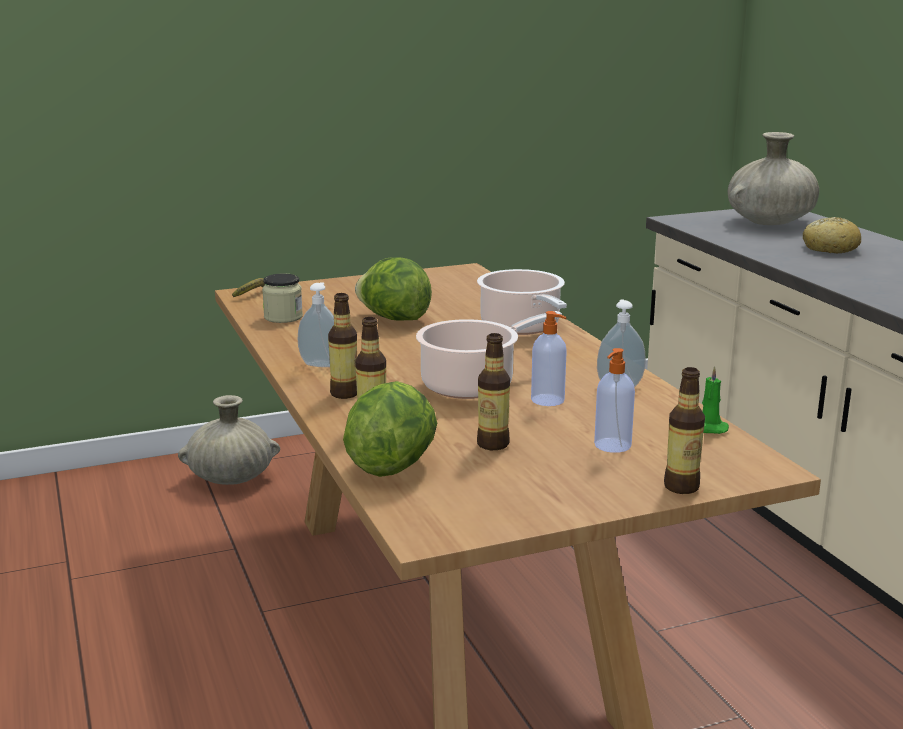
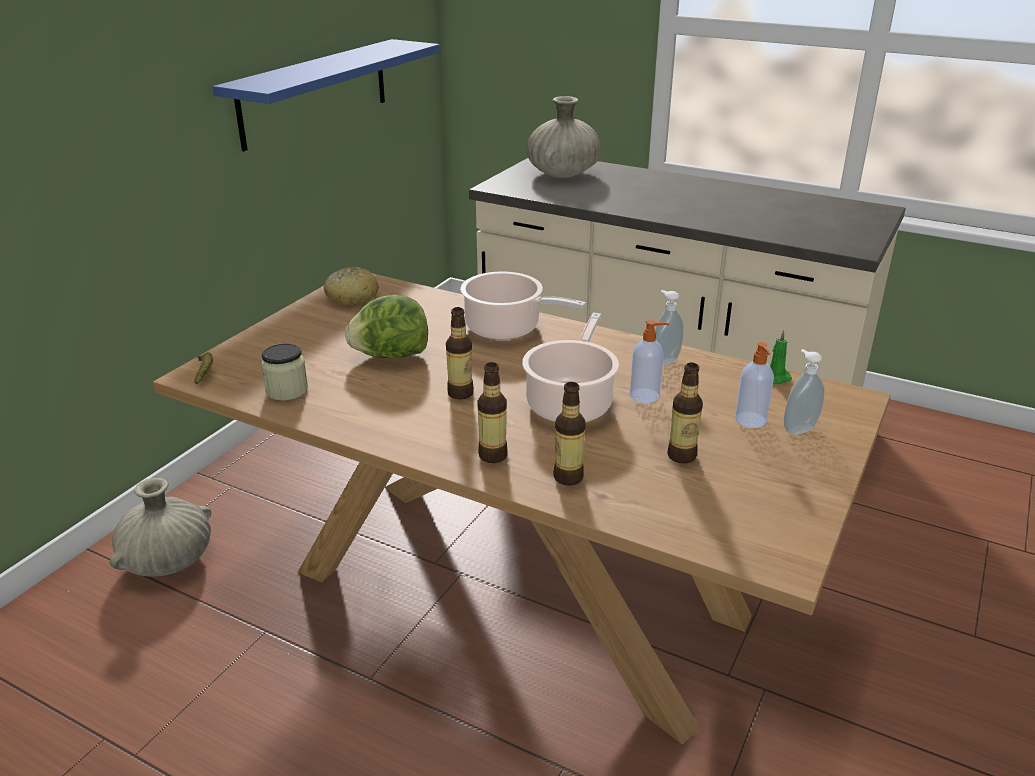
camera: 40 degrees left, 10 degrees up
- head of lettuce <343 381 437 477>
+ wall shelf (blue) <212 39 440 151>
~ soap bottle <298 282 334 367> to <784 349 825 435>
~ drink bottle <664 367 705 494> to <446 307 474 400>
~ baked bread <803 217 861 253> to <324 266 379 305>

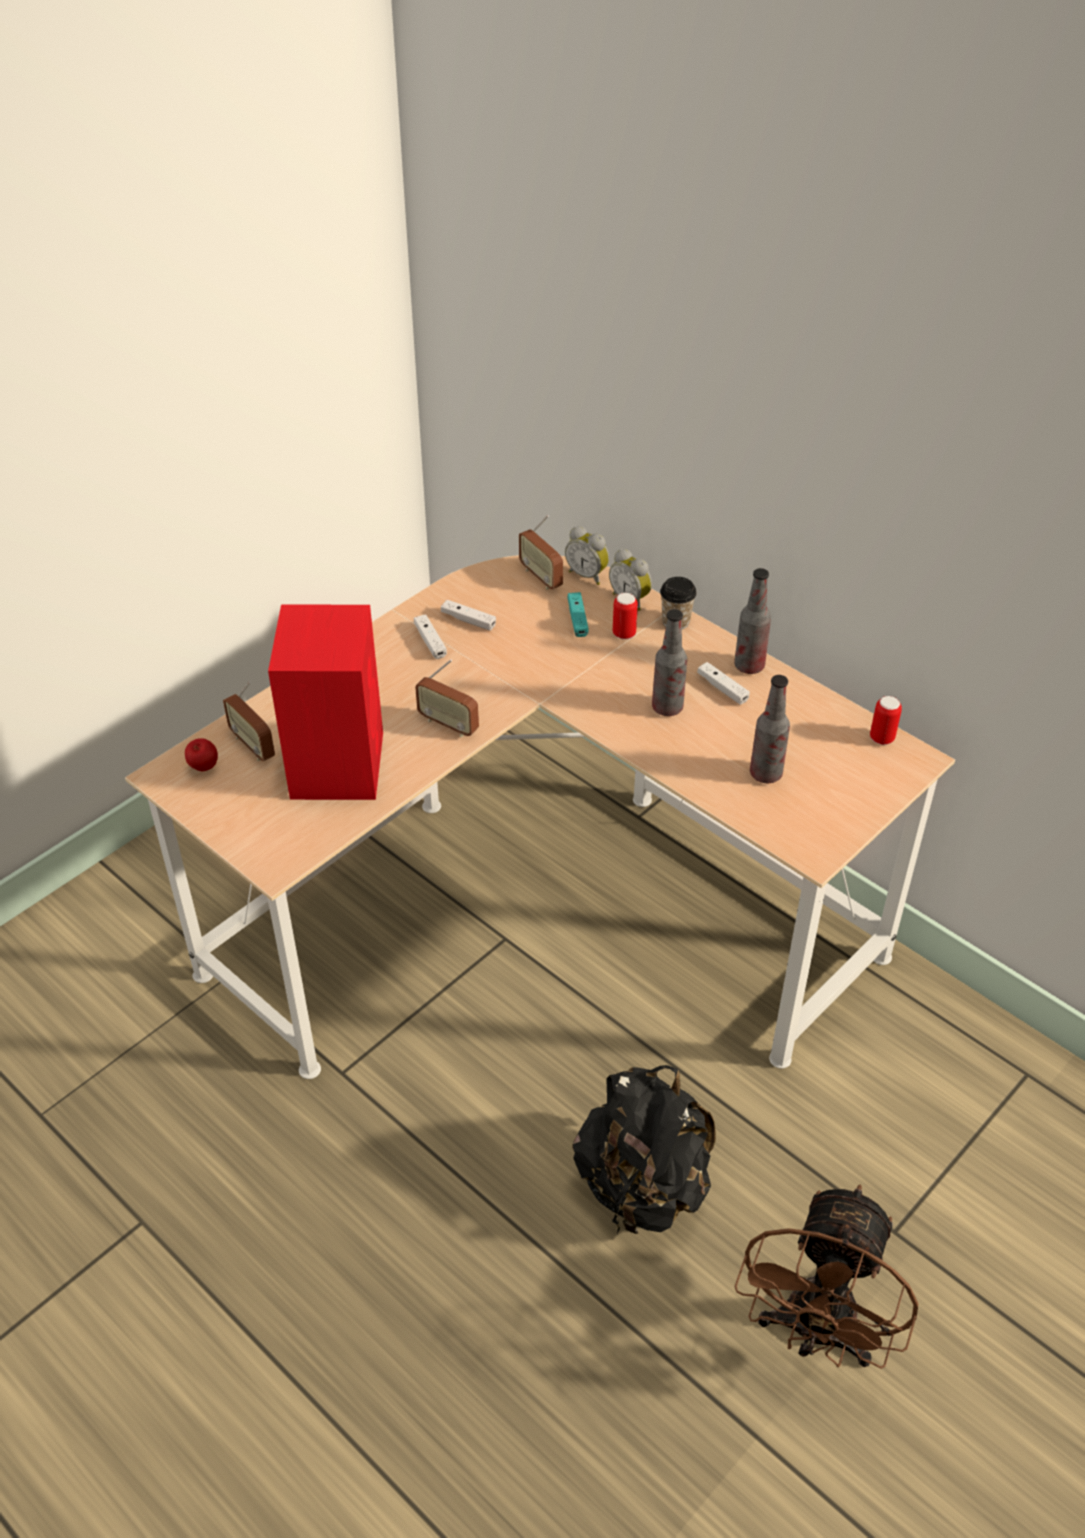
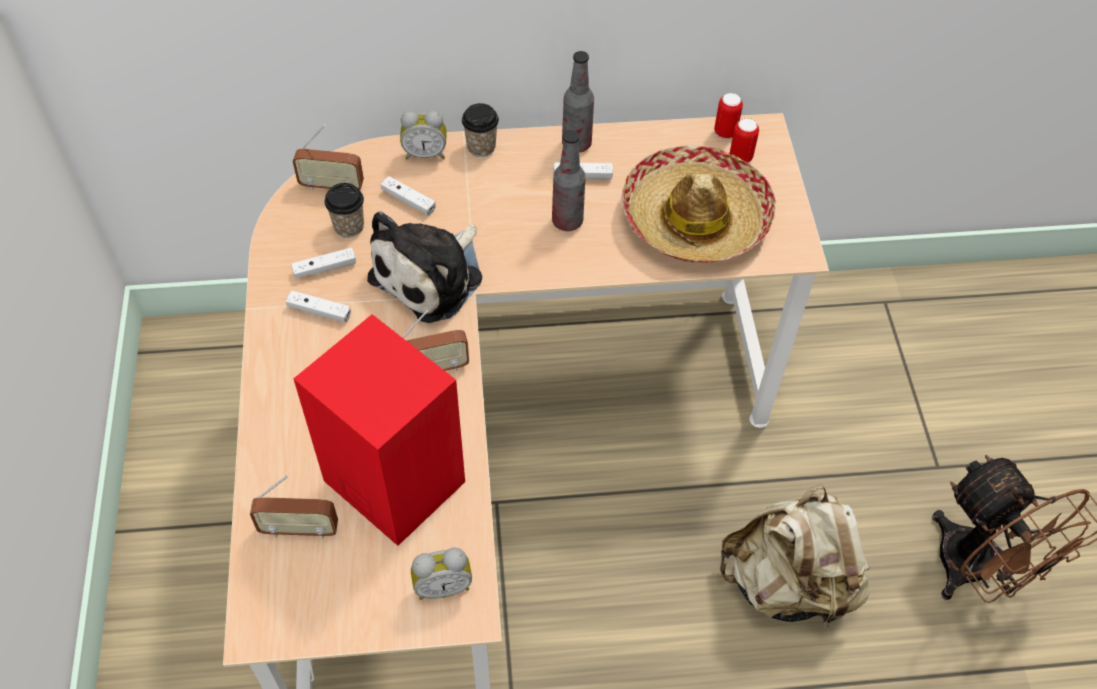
camera: 50 degrees left, 10 degrees up
- whole apple <185 738 218 771>
+ small cup <324 183 364 238>
+ cuddly toy <367 211 482 323>
~ alarm clock <565 526 609 585> to <411 547 472 600>
~ metal can <613 593 638 640> to <730 118 759 163>
~ drink bottle <750 675 790 783> to wearable hat <621 146 776 263>
~ gamepad (blue-green) <567 592 588 637> to gamepad (whitish) <380 176 436 216>
~ backpack (black) <572 1065 716 1234> to backpack (sand-coloured) <720 484 871 631>

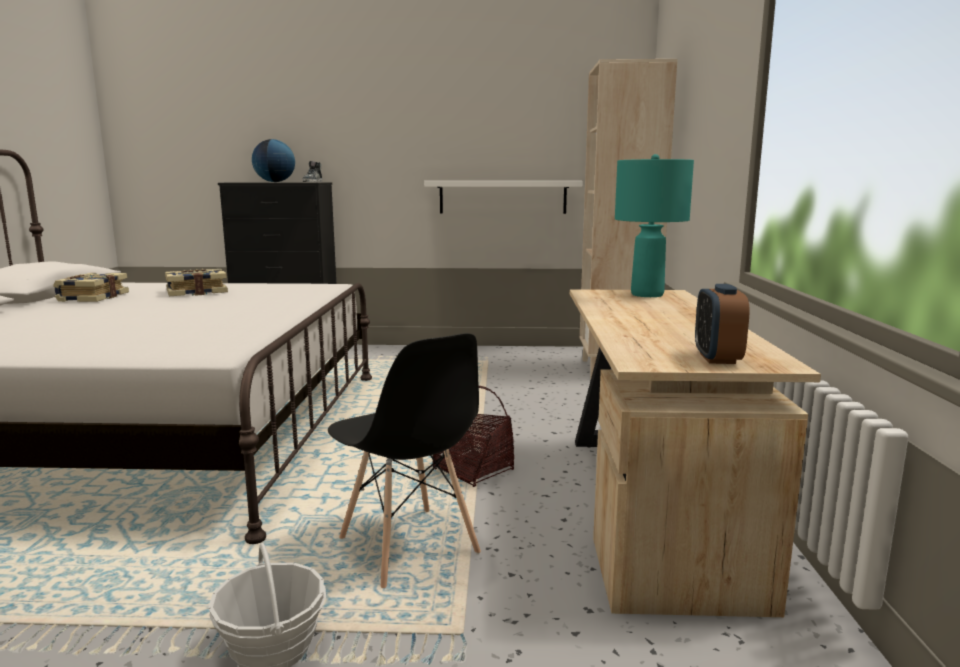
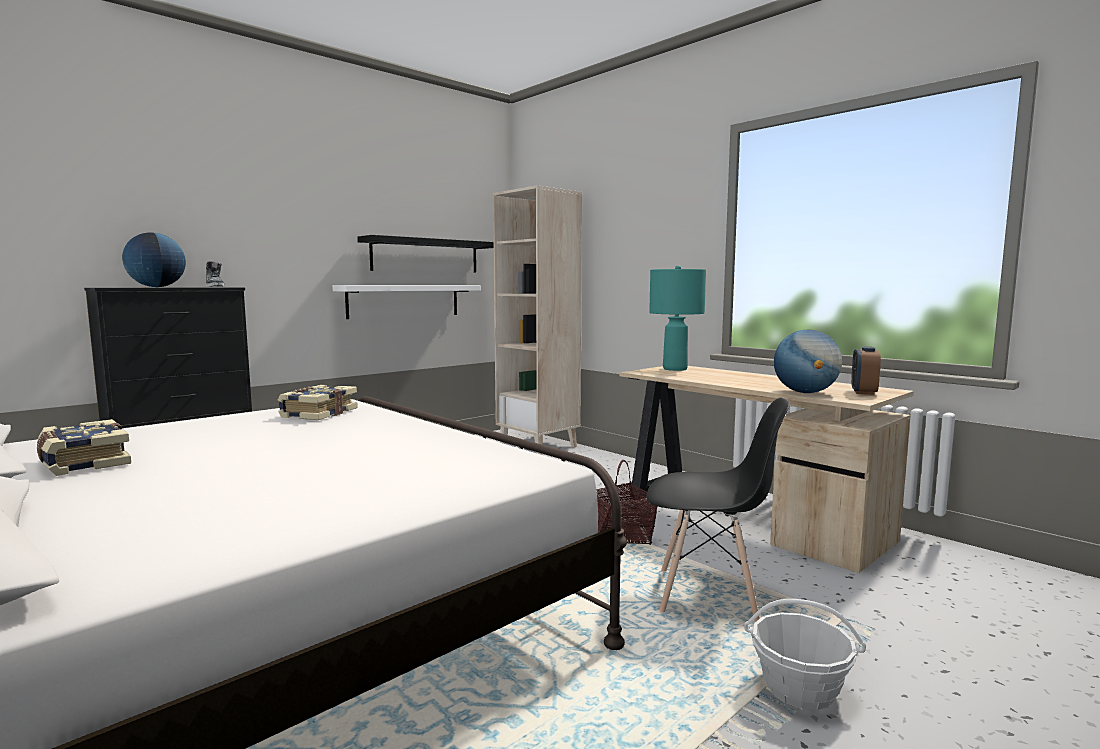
camera: 45 degrees left, 5 degrees down
+ wall shelf (black) <357 235 493 273>
+ world globe <774 330 842 393>
~ book <165 269 228 296> to <278 385 358 420>
~ alarm clock <695 284 749 364> = <851 346 881 395> 60 degrees clockwise

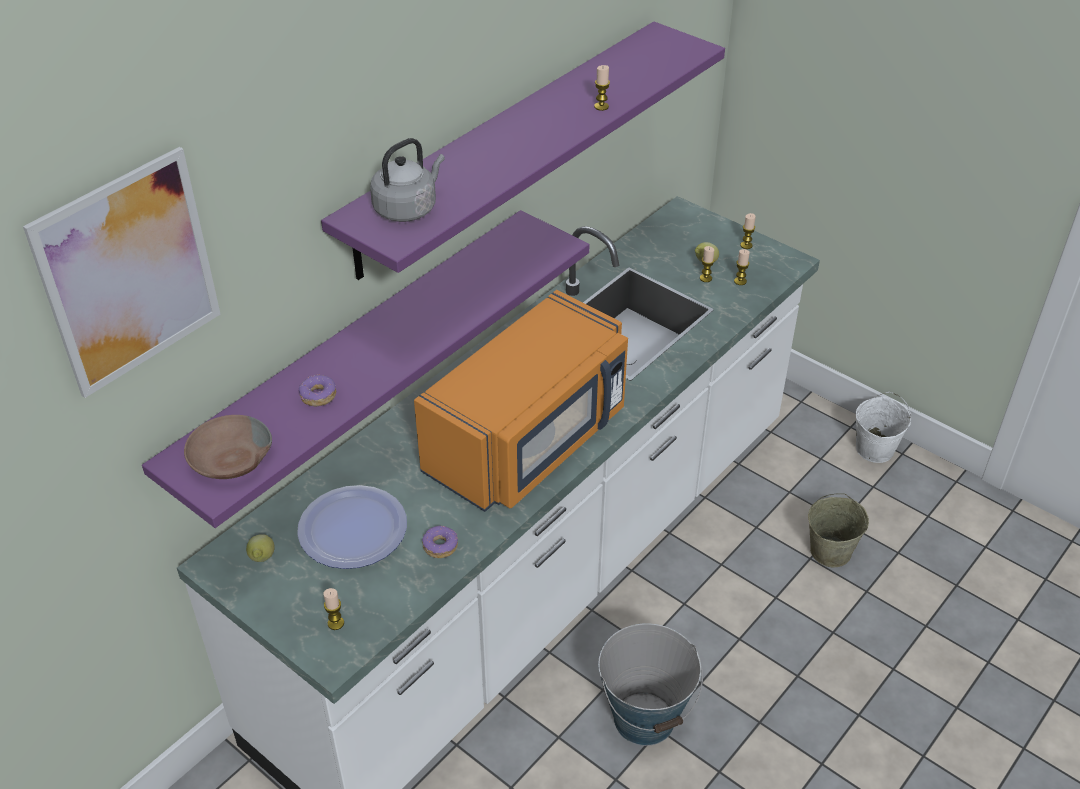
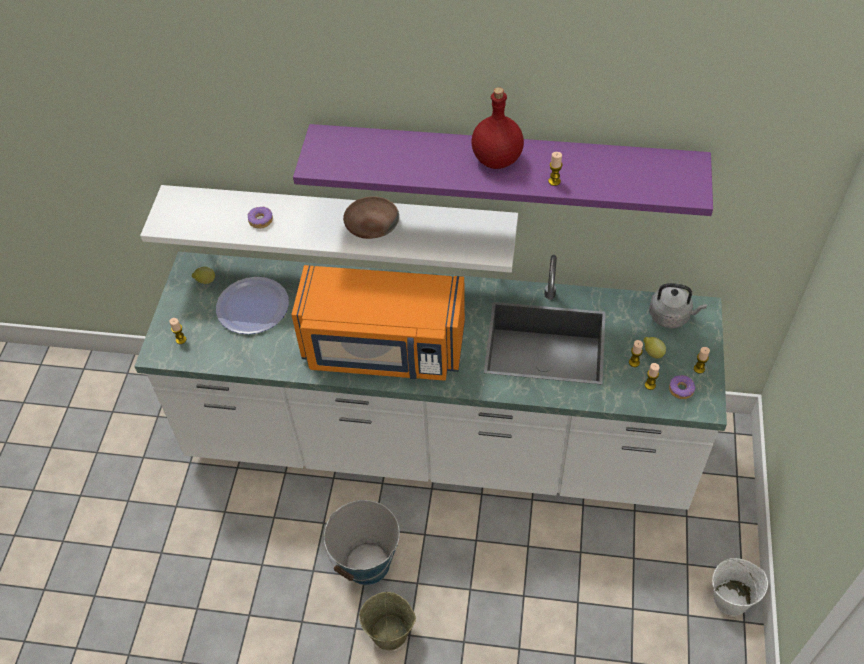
camera: 60 degrees right, 10 degrees up
- picture <23 147 220 398>
+ drink bottle (reddish) <471 87 524 169>
~ bowl (brown) <184 415 272 479> to <343 196 399 239>
~ kettle (greyish) <370 138 445 222> to <649 283 707 328>
~ doughnut <422 526 458 558> to <669 375 695 399>
~ bucket (sand-coloured) <808 493 869 568> to <359 591 416 650>
~ wall shelf (purplish) <142 210 590 528> to wall shelf (whitish) <140 185 518 273>

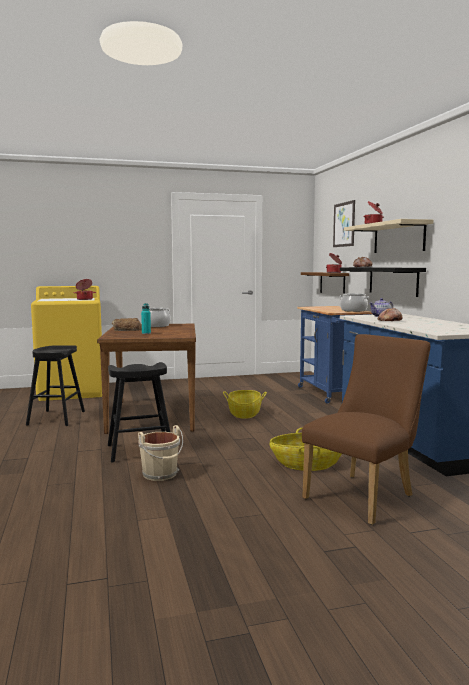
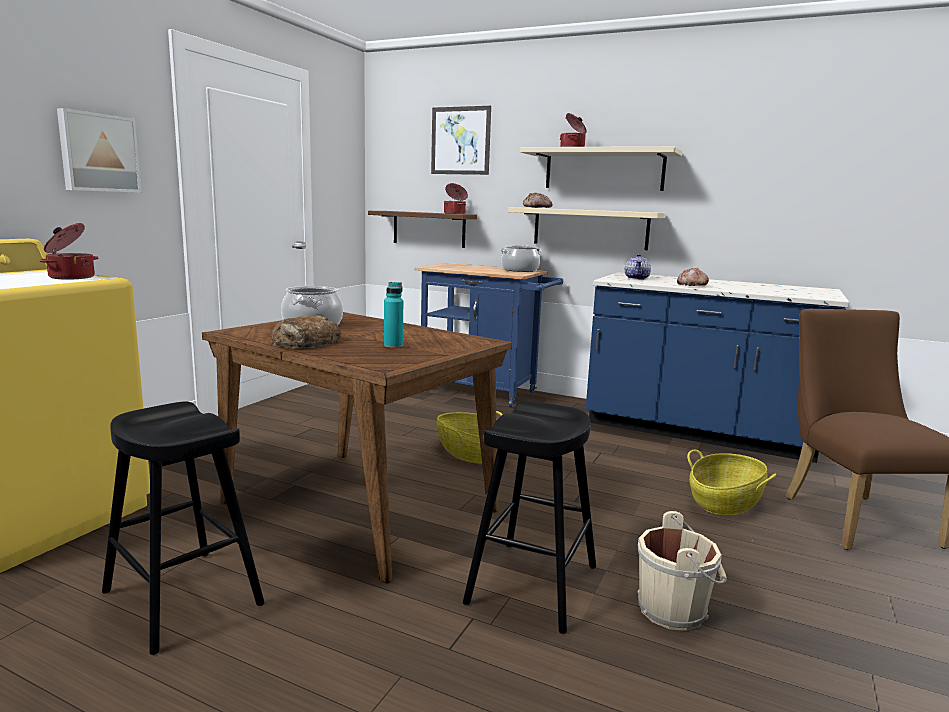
camera: 50 degrees left, 5 degrees up
+ picture <57 108 141 193>
~ wall shelf (black) <340 267 426 297> to wall shelf (sand-coloured) <508 207 666 250>

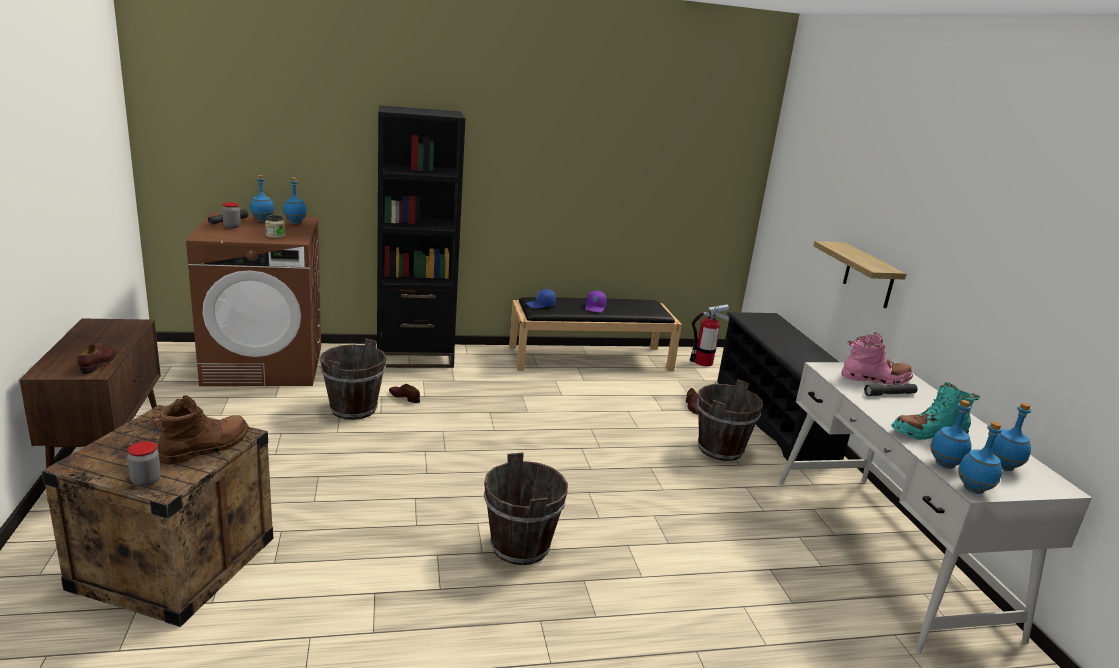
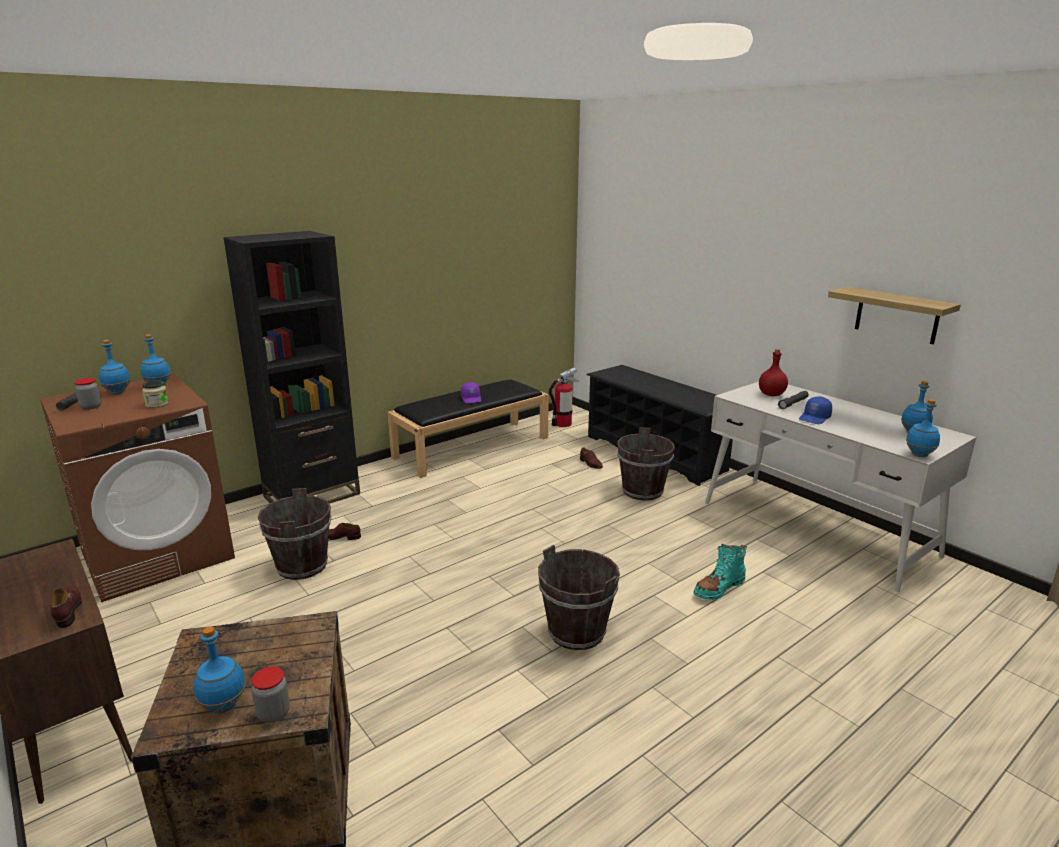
camera: 25 degrees left, 0 degrees up
- boot (brown) <151 395 249 465>
~ cap (blue) <526 289 556 308> to <799 396 832 424>
~ wall shelf <814 241 907 308> to <828 287 961 344>
~ boot (blue-green) <891 382 980 440> to <693 544 747 600>
~ drink bottle (blue) <930 400 972 469> to <194 626 246 713>
~ boot (pink) <841 332 913 385> to drink bottle (reddish) <759 349 788 396>

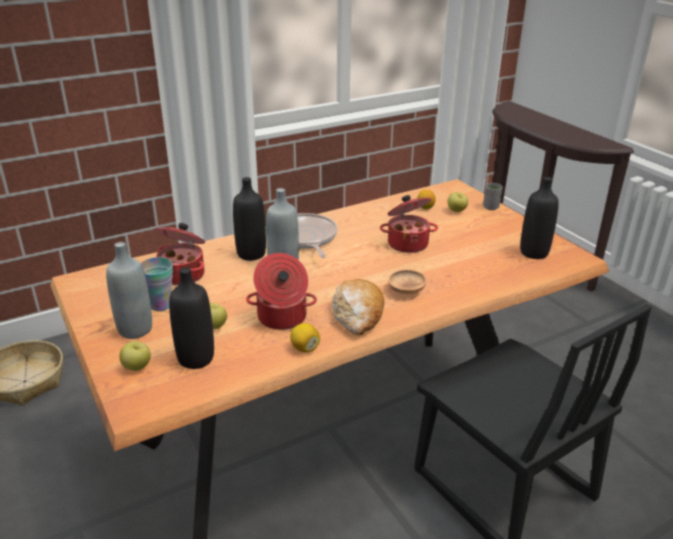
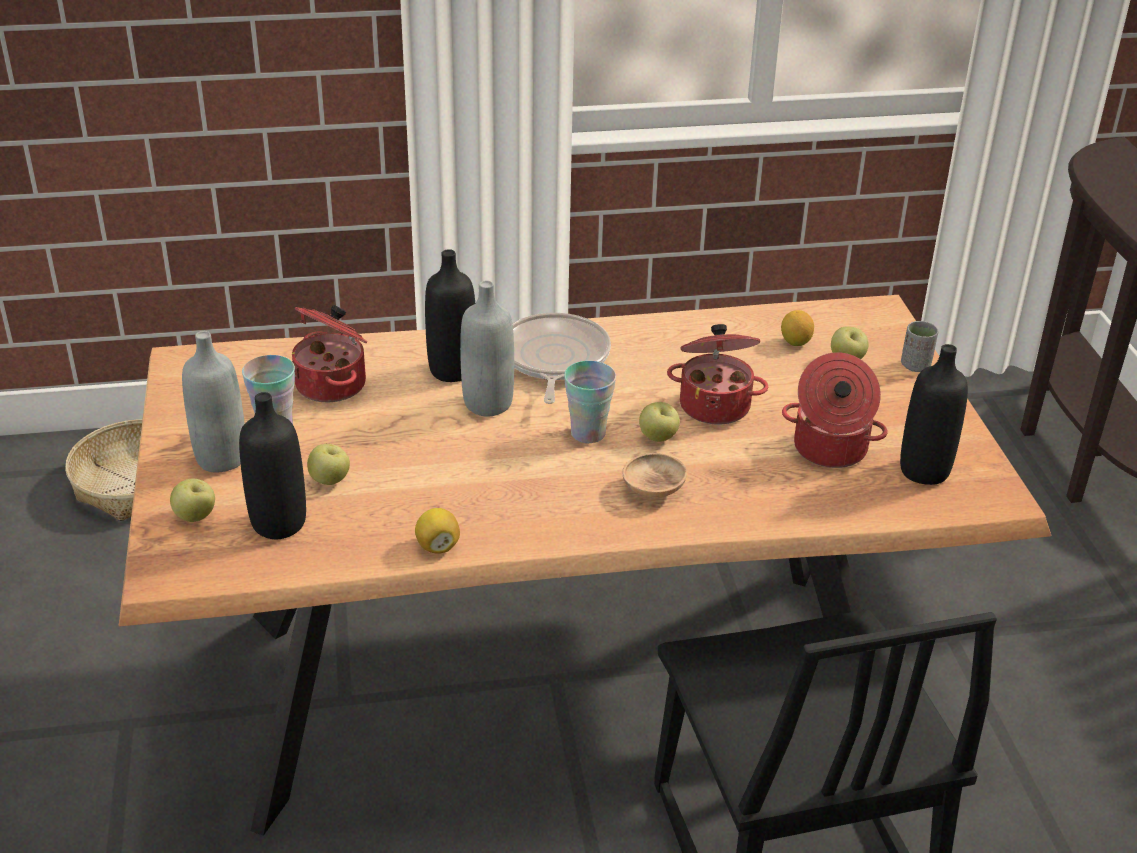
camera: 20 degrees right, 5 degrees up
- baked bread <332 279 384 335>
+ small cup <564 361 616 443>
+ whole apple <639 402 680 442>
~ saucepot <246 253 317 330> to <782 352 888 468>

